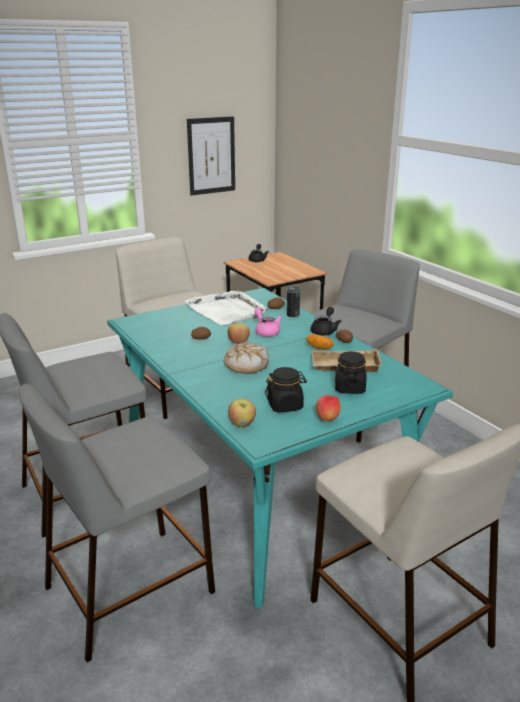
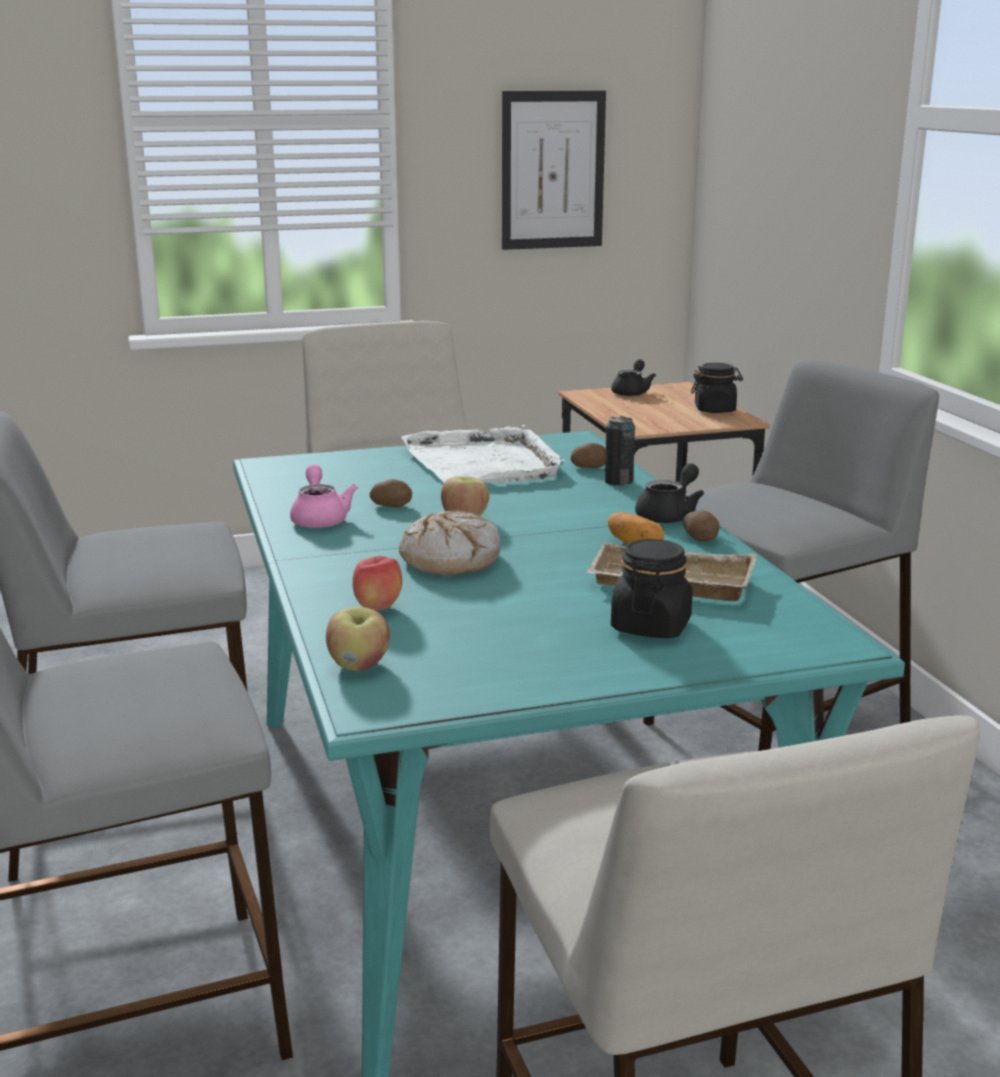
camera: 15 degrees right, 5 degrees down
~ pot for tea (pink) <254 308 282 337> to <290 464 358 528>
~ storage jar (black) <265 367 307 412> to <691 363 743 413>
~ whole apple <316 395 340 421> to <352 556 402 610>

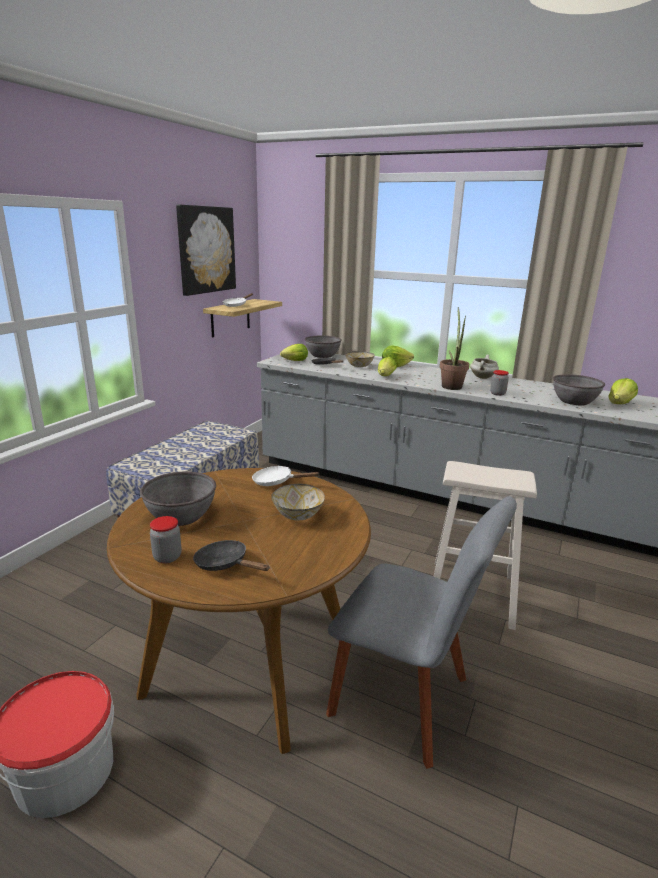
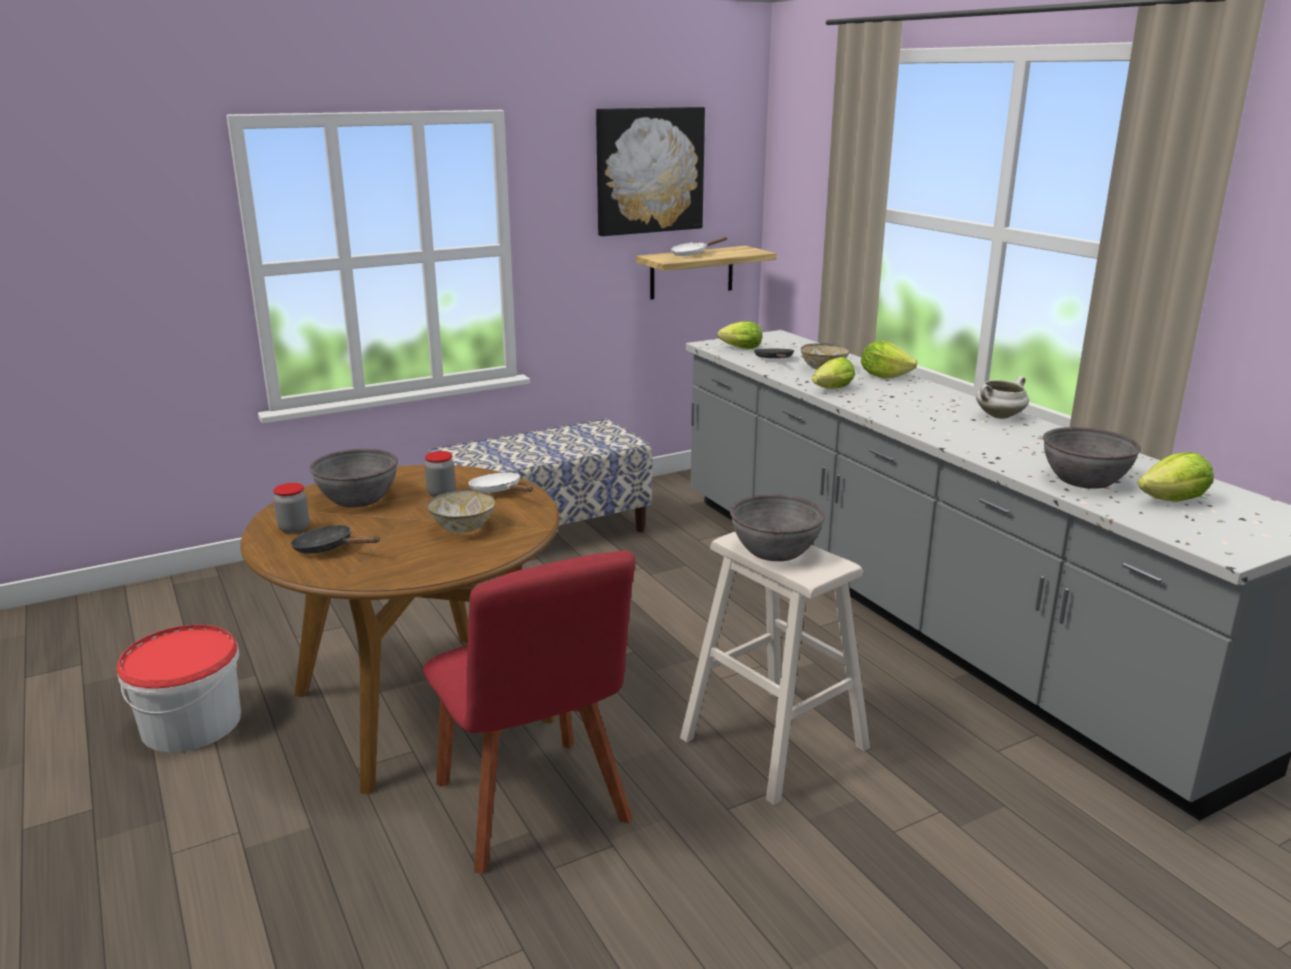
camera: 35 degrees right, 0 degrees up
- houseplant <440 307 469 390>
~ bowl (greyish) <305 335 342 358> to <730 494 825 561>
~ storage jar <490 370 509 396> to <425 451 456 497>
~ upright chair (greyish) <326 496 517 769> to upright chair (reddish) <423 551 635 874>
~ skillet (black) <193 540 269 571> = <291 525 380 554> 45 degrees counterclockwise

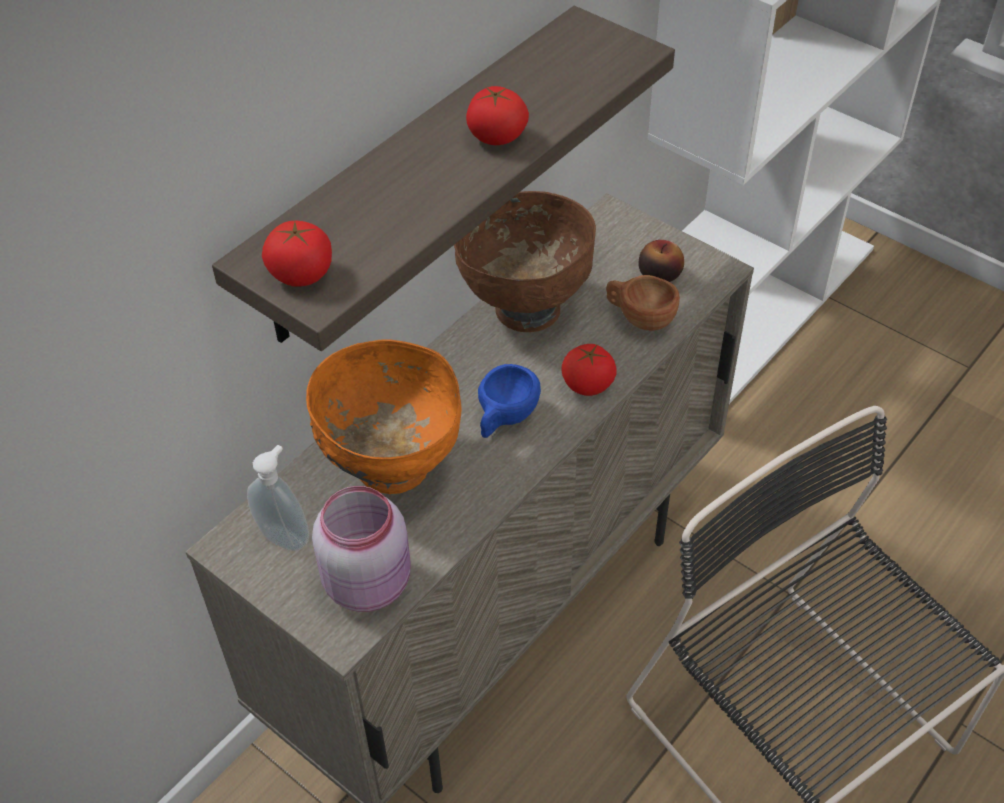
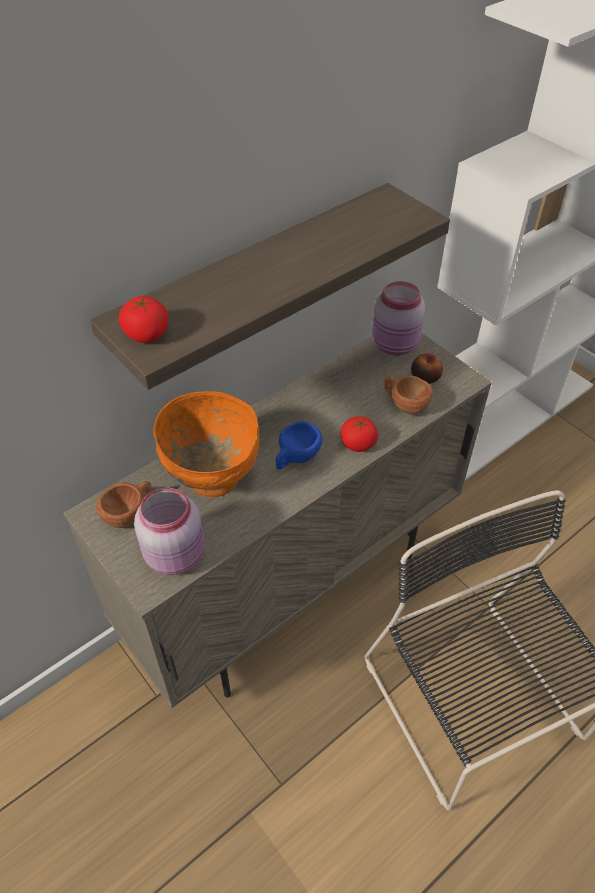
camera: 10 degrees right, 0 degrees up
- bowl (brown) <454 191 596 332>
- tomato <466 86 529 145>
+ storage jar (pink) <372 281 425 356>
~ soap bottle <247 445 309 551> to small cup (brown) <96 481 152 528>

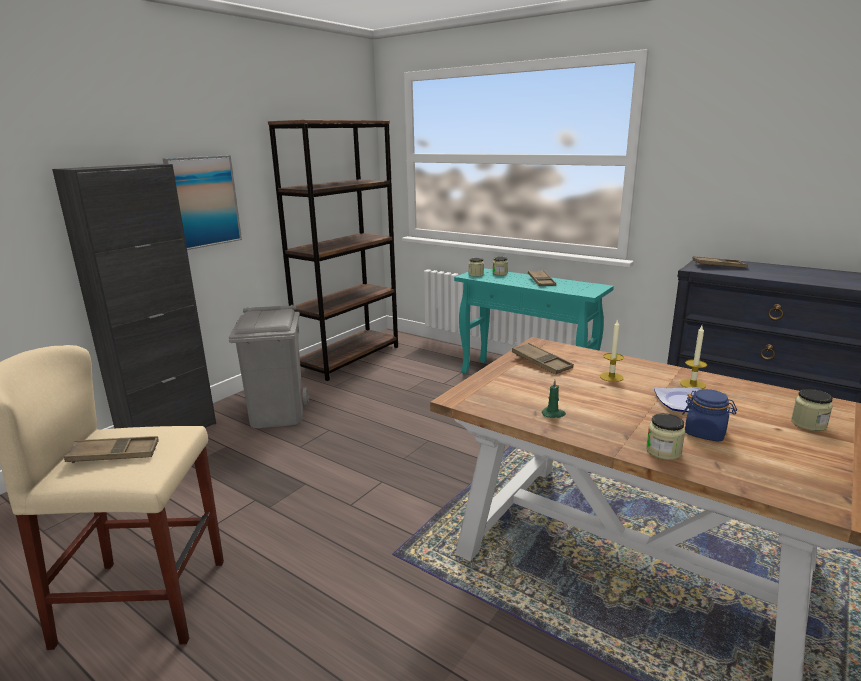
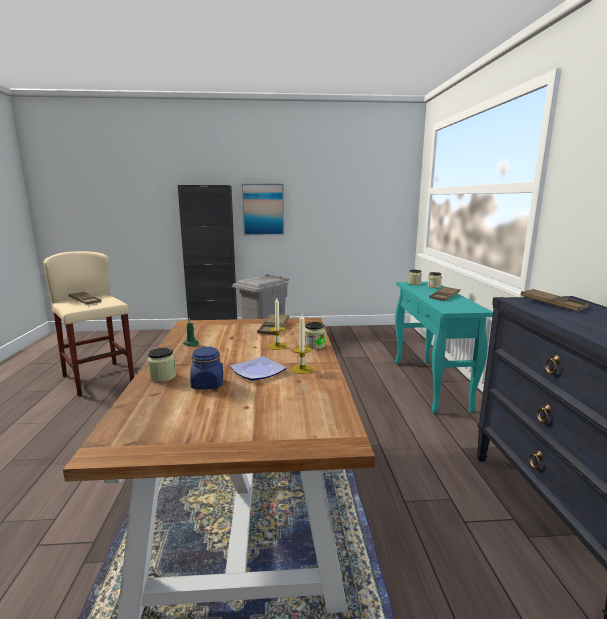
camera: 50 degrees right, 5 degrees down
- shelving unit (brown) <268 120 398 381>
~ storage jar <791 389 833 431> to <304 322 325 349>

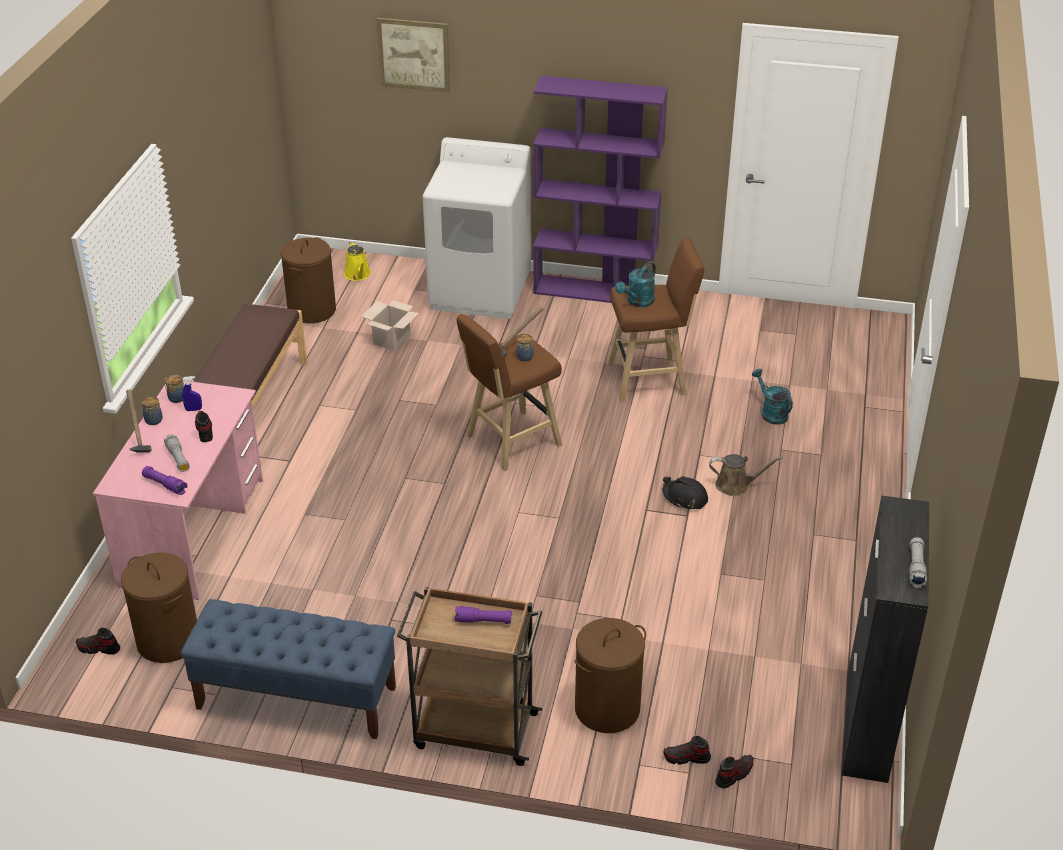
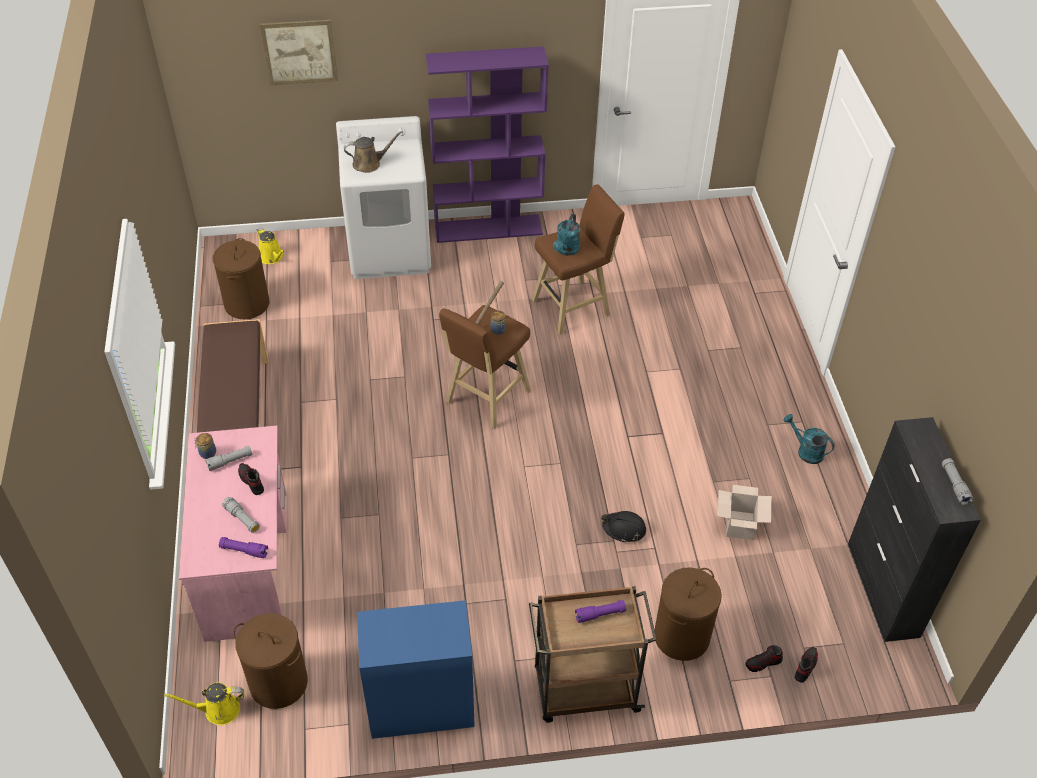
camera: 20 degrees left, 10 degrees up
- tool hammer <126 389 152 453>
- storage jar <142 396 163 425>
~ packing box <361 300 419 351> to <717 485 772 540>
~ safety helmet (black) <663 476 708 509> to <601 511 646 543>
~ watering pot (brown) <709 454 783 496> to <344 131 403 173>
~ watering pot (blue-green) <752 369 793 425> to <783 414 834 464>
~ item of footwear <76 628 120 655> to watering pot (yellowish) <164 683 245 725>
~ long seat (blue) <181 599 396 739> to storage cabinet (blue) <357 600 475 739>
~ hand sprayer (blue) <182 376 202 411> to flashlight (greyish) <205 446 252 471>

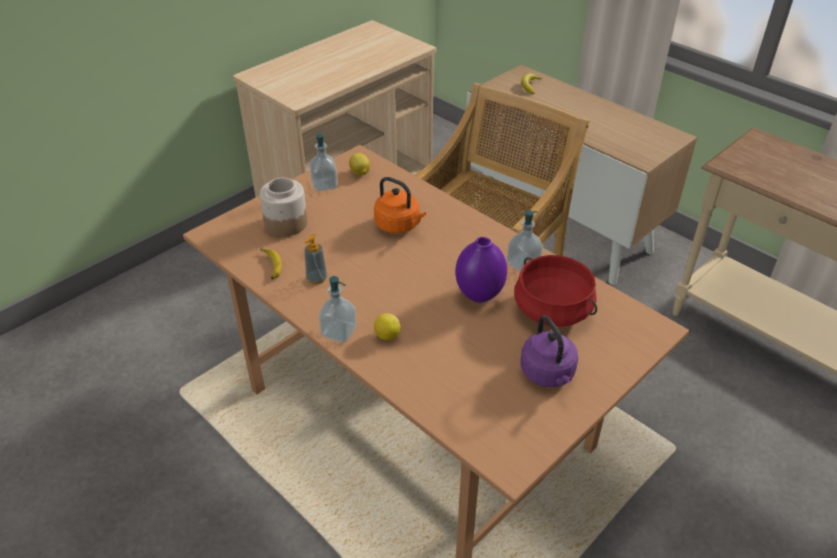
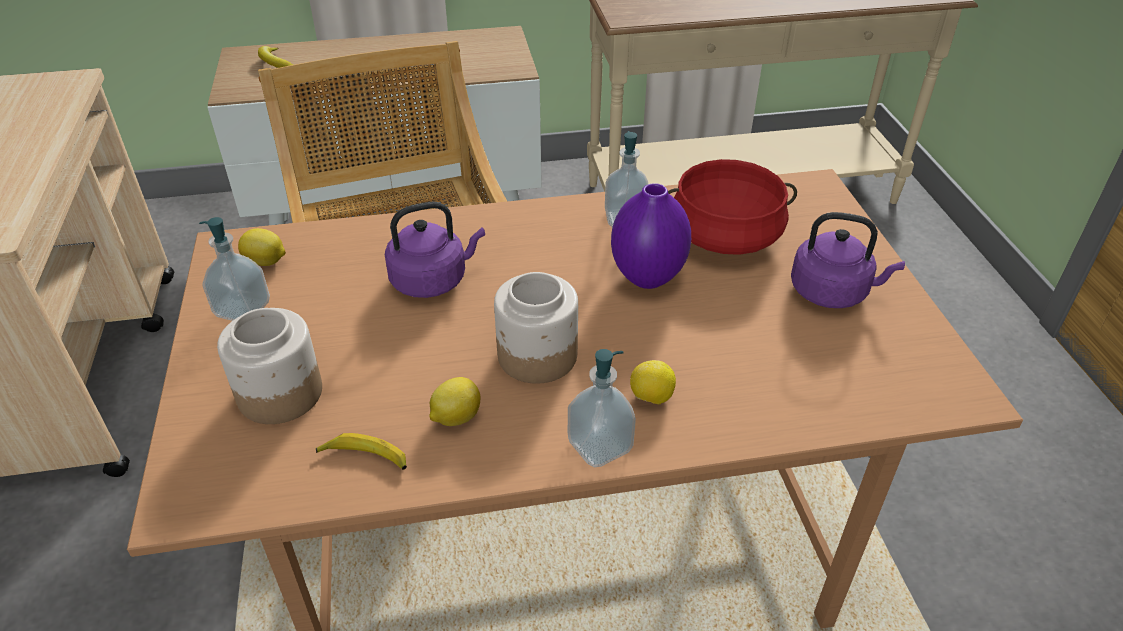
camera: 55 degrees left, 0 degrees up
+ storage jar <494 272 578 384>
~ soap bottle <304 234 327 284> to citrus fruit <429 377 480 426>
~ kettle (orangey) <374 177 426 234> to kettle (purplish) <385 201 485 298>

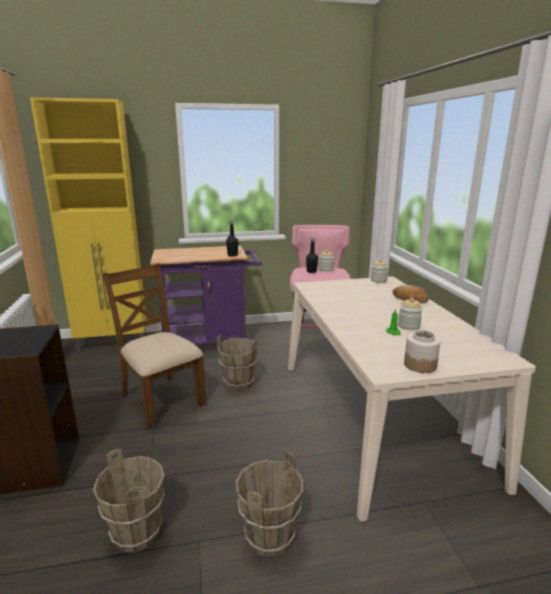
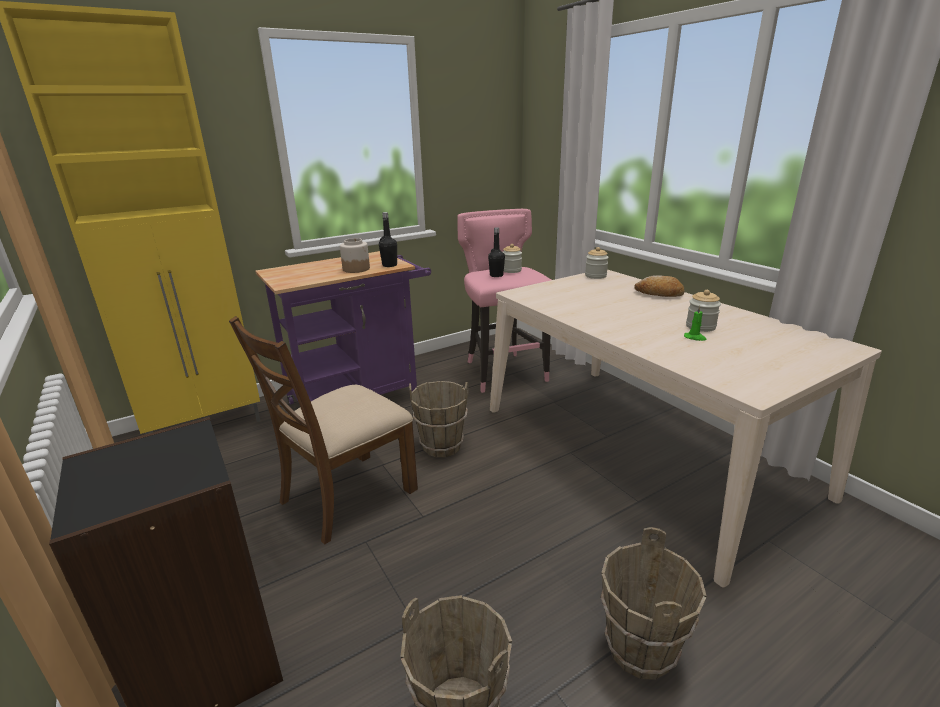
camera: 20 degrees left, 5 degrees up
~ storage jar <404 330 441 373> to <340 238 370 273>
~ upright chair (brown) <103 263 206 429> = <229 316 418 545> 75 degrees counterclockwise

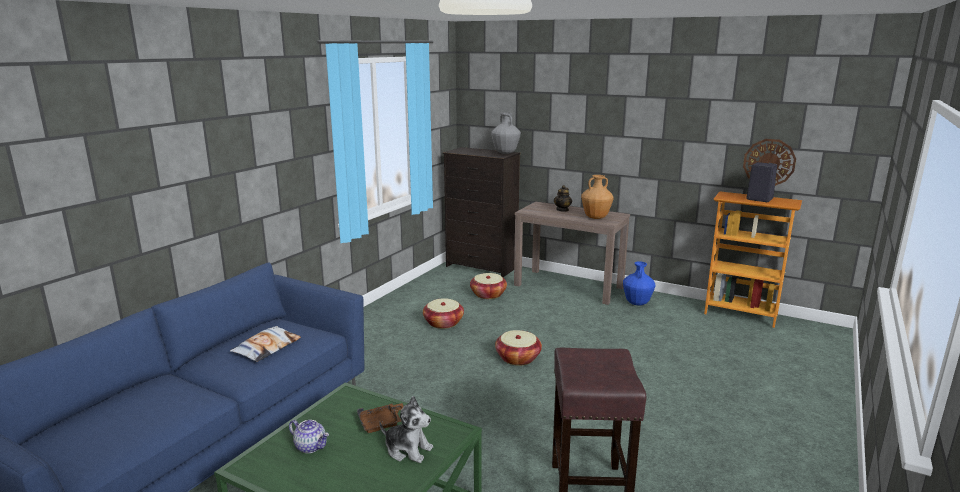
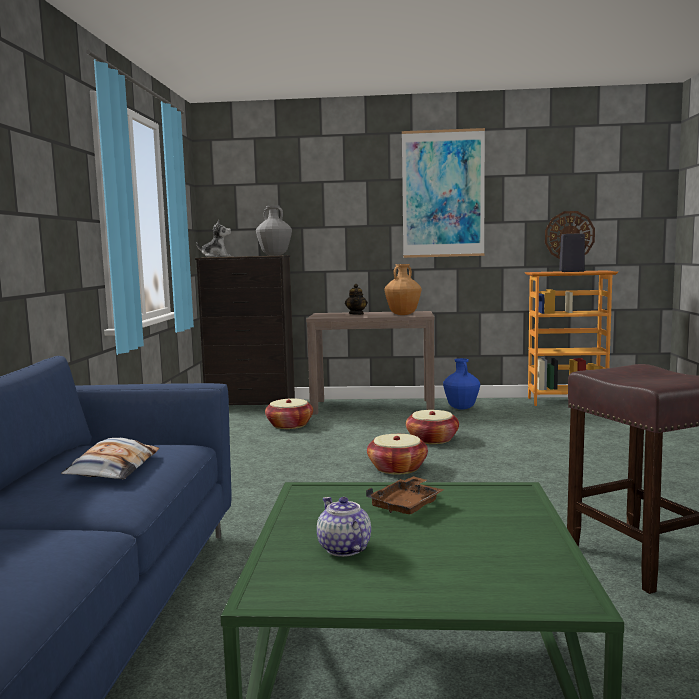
camera: 25 degrees left, 10 degrees down
+ picture <402 128 485 258>
~ cuddly toy <379 396 433 463> to <197 220 231 257>
~ household basket <423 298 464 329> to <406 410 459 444>
~ pot for tea <289 420 329 453> = <317 497 371 557> 120 degrees counterclockwise

